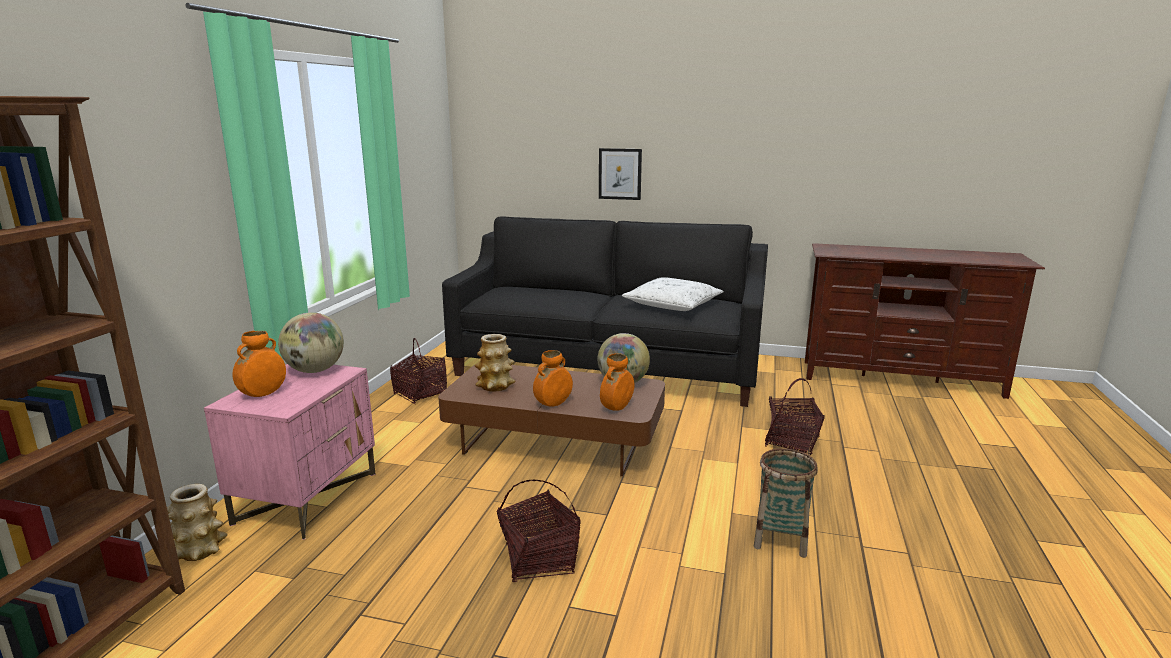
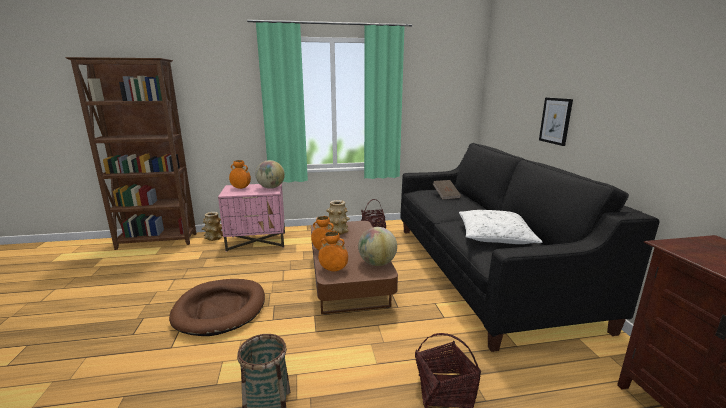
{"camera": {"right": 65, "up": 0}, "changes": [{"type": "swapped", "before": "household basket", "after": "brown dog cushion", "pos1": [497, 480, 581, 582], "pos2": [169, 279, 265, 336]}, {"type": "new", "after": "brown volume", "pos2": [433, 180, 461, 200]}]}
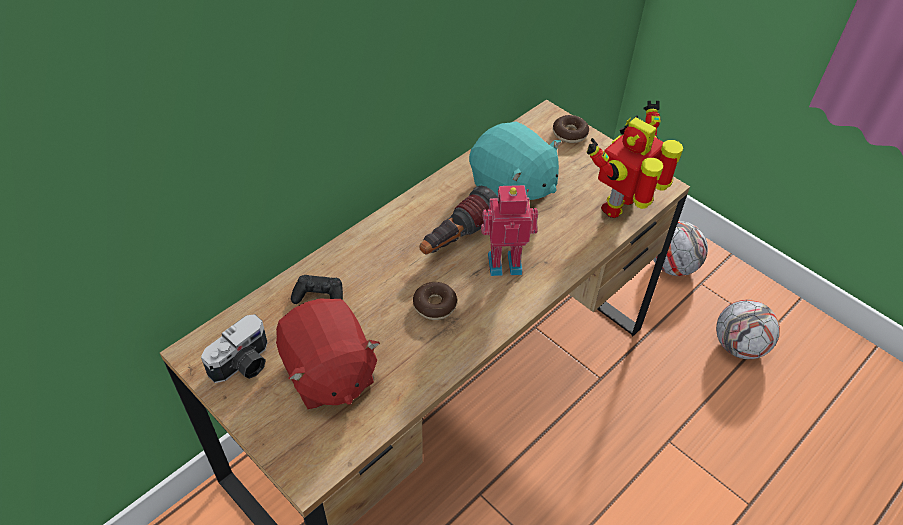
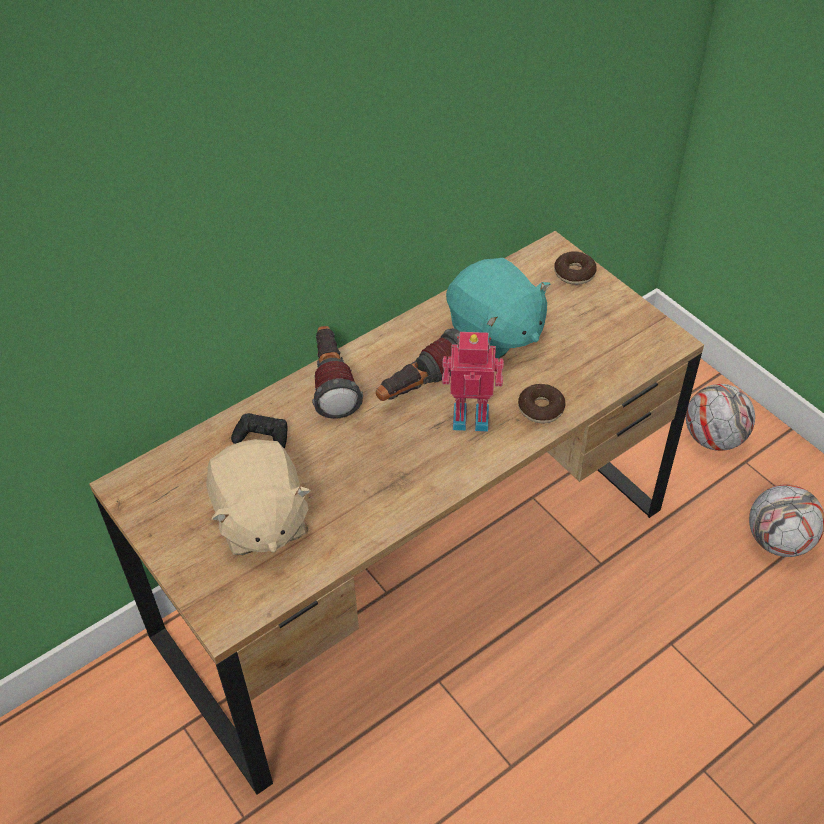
{"camera": {"right": 10, "up": 0}, "changes": [{"type": "repainted", "before": "red-coloured soft toy", "after": "beige soft toy", "pos1": [276, 298, 380, 409], "pos2": [206, 439, 311, 555]}, {"type": "new", "after": "torch", "pos2": [312, 326, 363, 419]}, {"type": "shifted", "before": "doughnut", "pos1": [413, 282, 457, 320], "pos2": [518, 384, 566, 423]}, {"type": "gone", "before": "photo camera", "pos1": [201, 314, 268, 383]}, {"type": "gone", "before": "model robot", "pos1": [586, 101, 683, 218]}]}
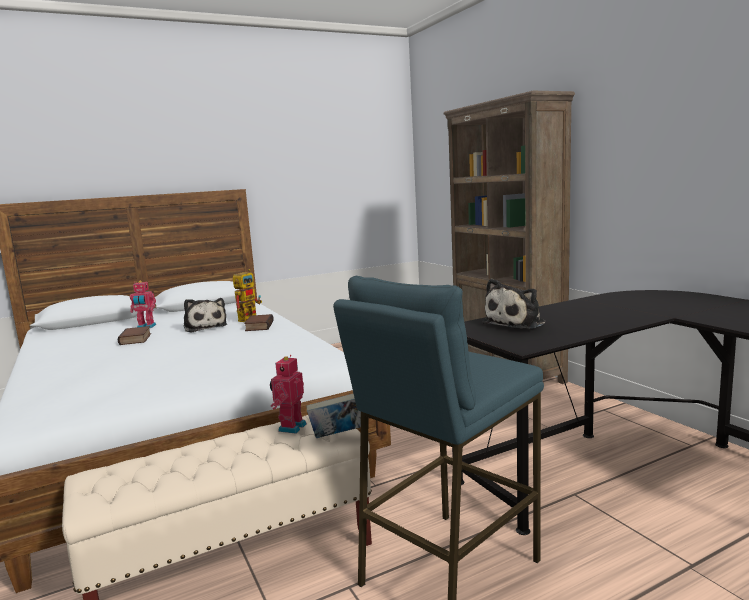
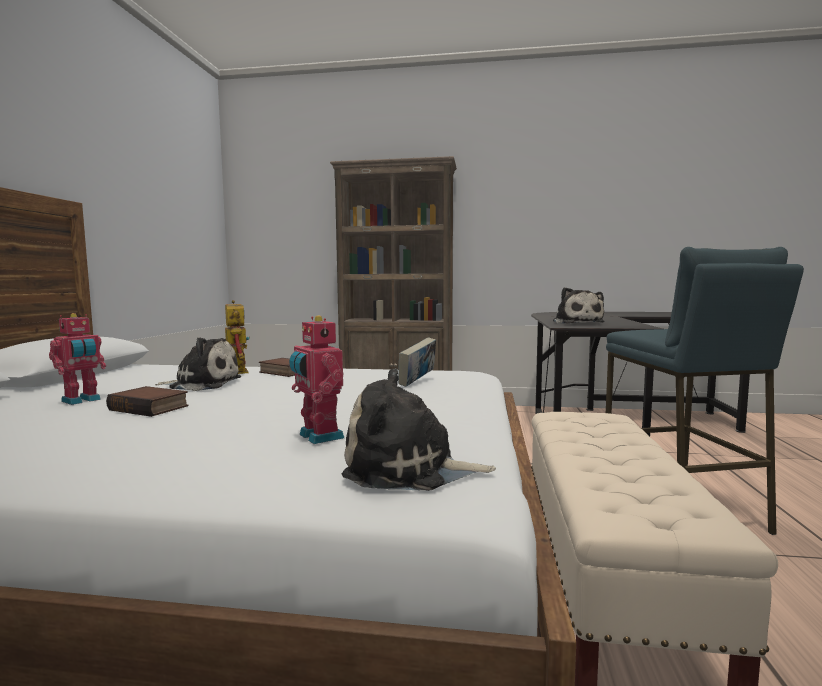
{"camera": {"right": -55, "up": -5}, "changes": [{"type": "shifted", "before": "model robot", "pos1": [270, 355, 307, 434], "pos2": [289, 315, 344, 444]}, {"type": "new", "after": "soft toy", "pos2": [342, 368, 496, 491]}, {"type": "shifted", "before": "volume", "pos1": [307, 393, 361, 438], "pos2": [398, 337, 436, 387]}]}
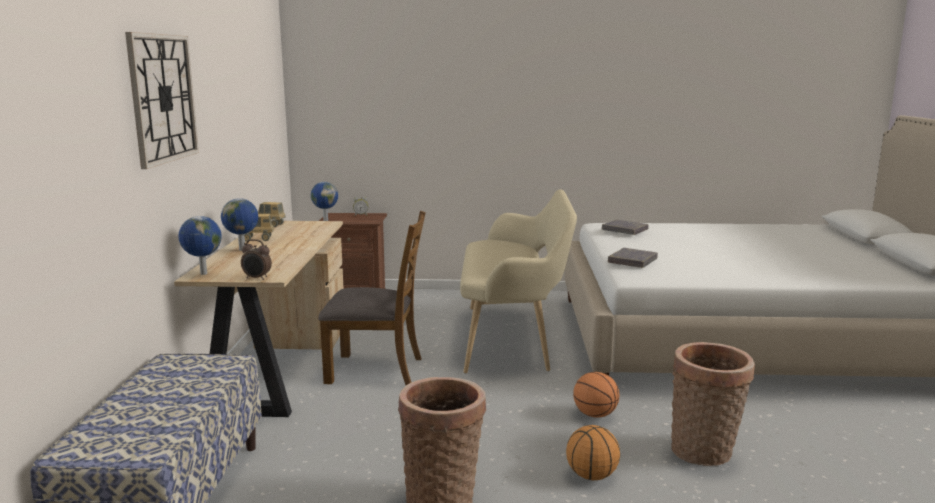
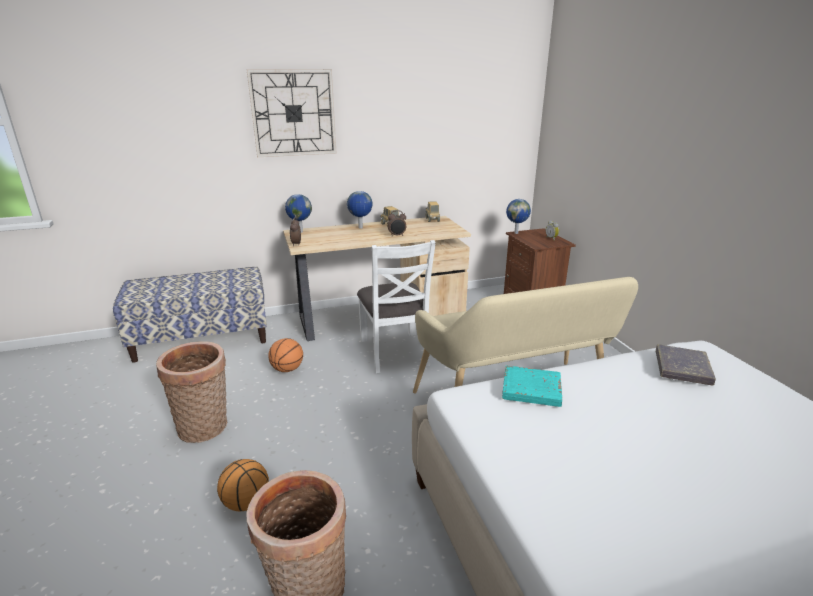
{"camera": {"right": 70, "up": 10}, "changes": [{"type": "shifted", "before": "ball for basketball", "pos1": [573, 372, 620, 418], "pos2": [268, 338, 303, 372]}, {"type": "repainted", "before": "brown upright chair", "after": "whitish upright chair", "pos1": [318, 211, 426, 385], "pos2": [357, 240, 436, 373]}, {"type": "new", "after": "table clock", "pos2": [387, 210, 406, 237]}, {"type": "repainted", "before": "gray volume", "after": "blue-green volume", "pos1": [608, 248, 658, 268], "pos2": [502, 366, 562, 407]}]}
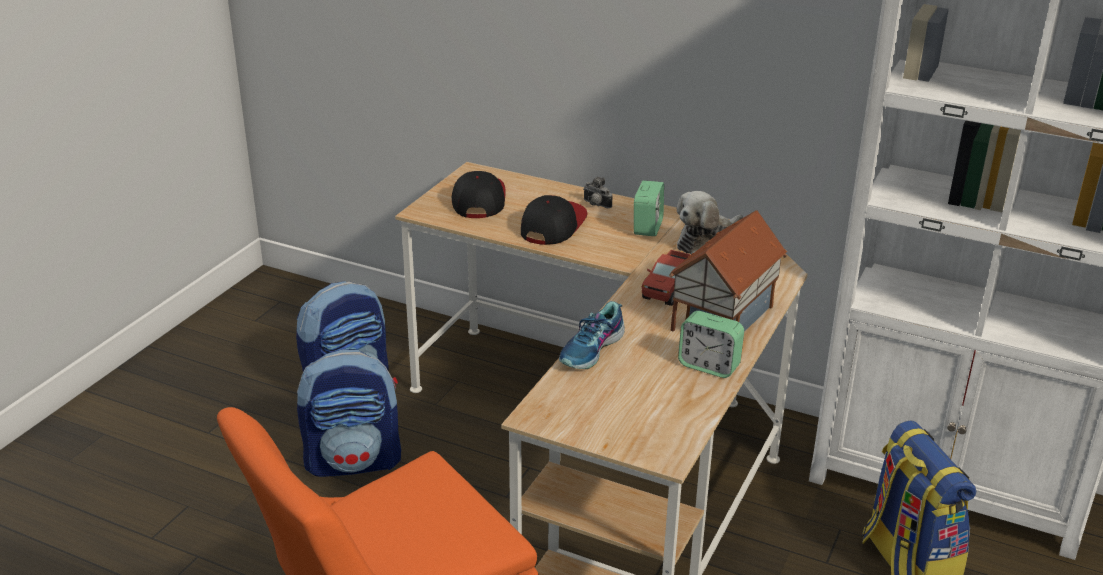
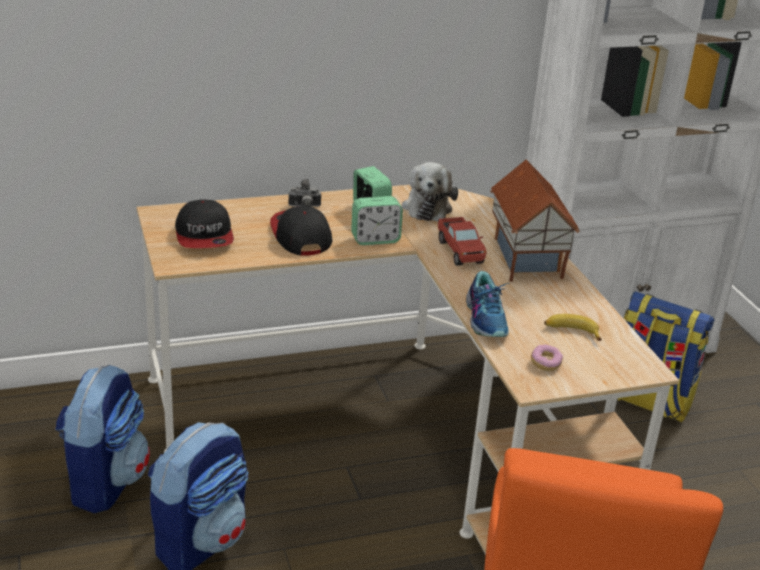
{"camera": {"right": -45, "up": 0}, "changes": [{"type": "rotated", "before": "cap", "pos1": [452, 171, 505, 218], "pos2": [175, 199, 234, 248], "turn": -150}, {"type": "shifted", "before": "table clock", "pos1": [678, 311, 744, 378], "pos2": [351, 196, 403, 245]}, {"type": "new", "after": "doughnut", "pos2": [531, 345, 563, 371]}, {"type": "new", "after": "banana", "pos2": [544, 314, 602, 341]}]}
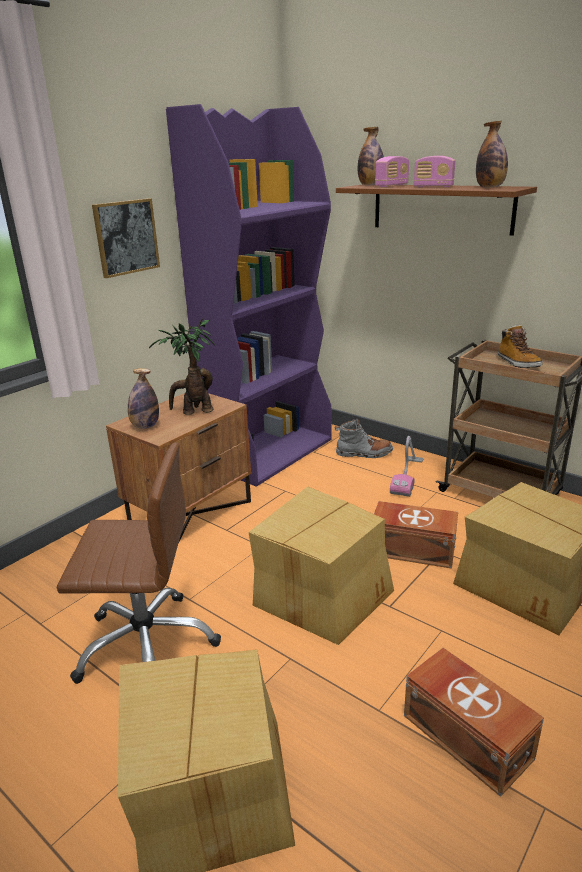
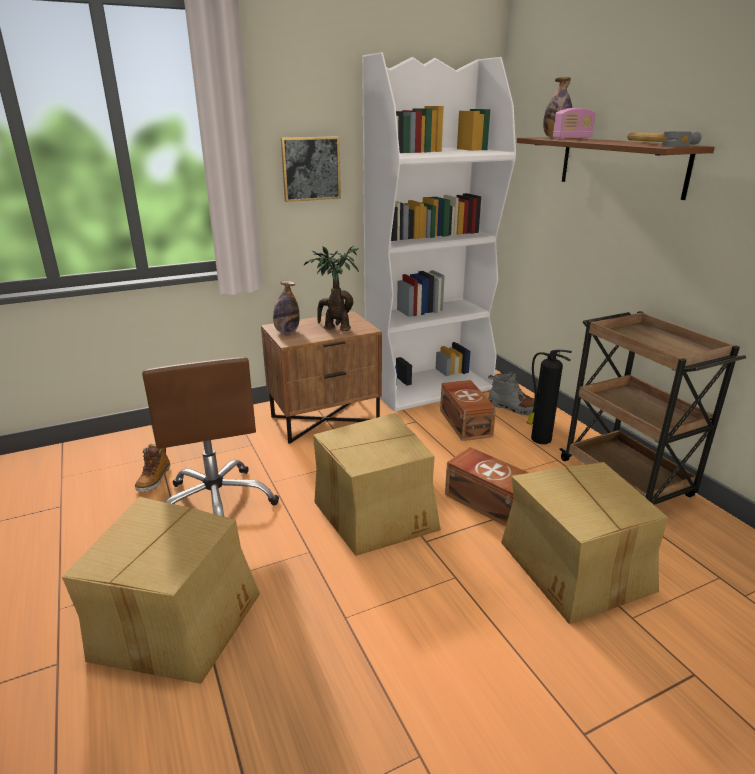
{"camera": {"right": 25, "up": 0}, "changes": [{"type": "shifted", "before": "tall boot", "pos1": [498, 325, 543, 368], "pos2": [135, 444, 170, 492]}, {"type": "rotated", "before": "brown office chair", "pos1": [57, 442, 221, 684], "pos2": [142, 357, 279, 516], "turn": 45}, {"type": "repainted", "before": "purple-coloured bookshelf", "after": "whitish bookshelf", "pos1": [166, 104, 331, 487], "pos2": [362, 52, 516, 412]}, {"type": "shifted", "before": "brown storage container", "pos1": [404, 648, 544, 797], "pos2": [440, 380, 496, 441]}, {"type": "swapped", "before": "hoover", "after": "extinguisher", "pos1": [390, 436, 424, 497], "pos2": [527, 349, 572, 444]}, {"type": "swapped", "before": "drink bottle", "after": "hand hammer", "pos1": [476, 121, 508, 188], "pos2": [627, 131, 702, 147]}, {"type": "gone", "before": "radio receiver", "pos1": [414, 156, 455, 187]}]}
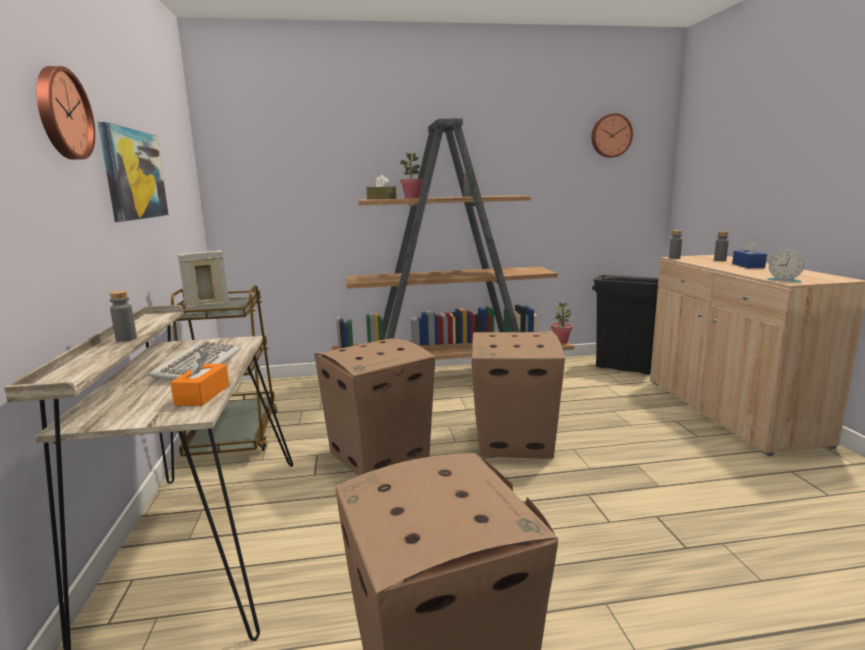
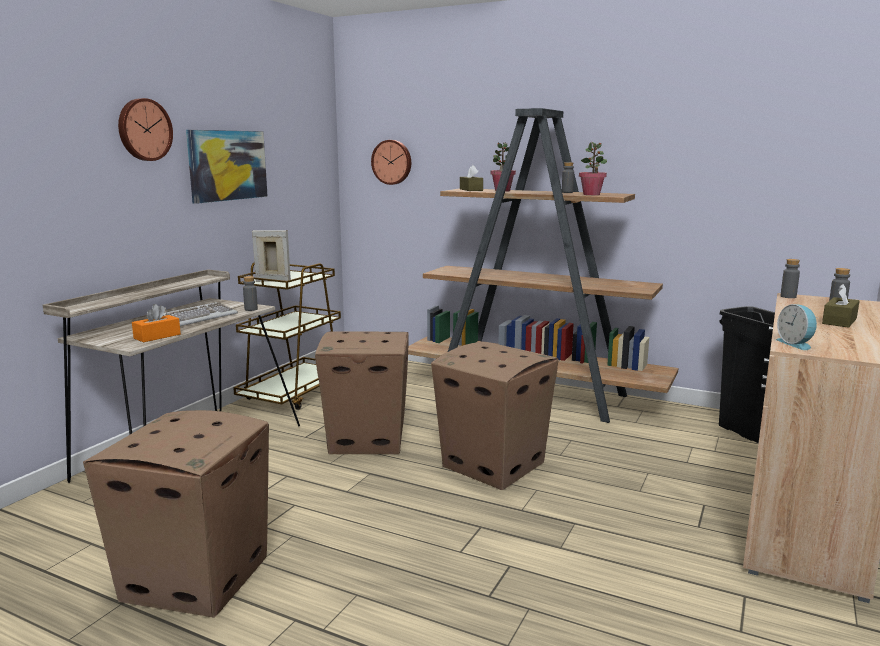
{"camera": {"right": 35, "up": 0}, "changes": [{"type": "shifted", "before": "gray drink bottle", "pos1": [109, 291, 137, 342], "pos2": [243, 276, 258, 311]}, {"type": "shifted", "before": "hanging clock", "pos1": [591, 113, 633, 158], "pos2": [371, 140, 411, 185]}, {"type": "shifted", "before": "houseplant", "pos1": [551, 303, 573, 344], "pos2": [579, 142, 607, 195]}, {"type": "repainted", "before": "bluish tissue box", "after": "brown tissue box", "pos1": [732, 239, 767, 268], "pos2": [822, 284, 859, 328]}]}
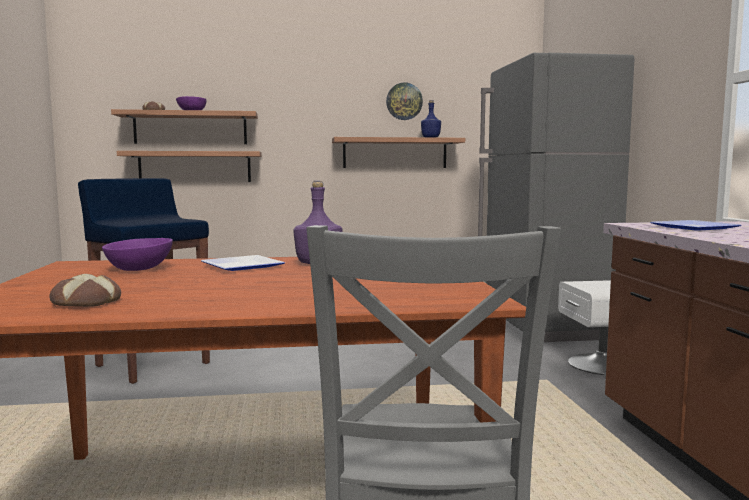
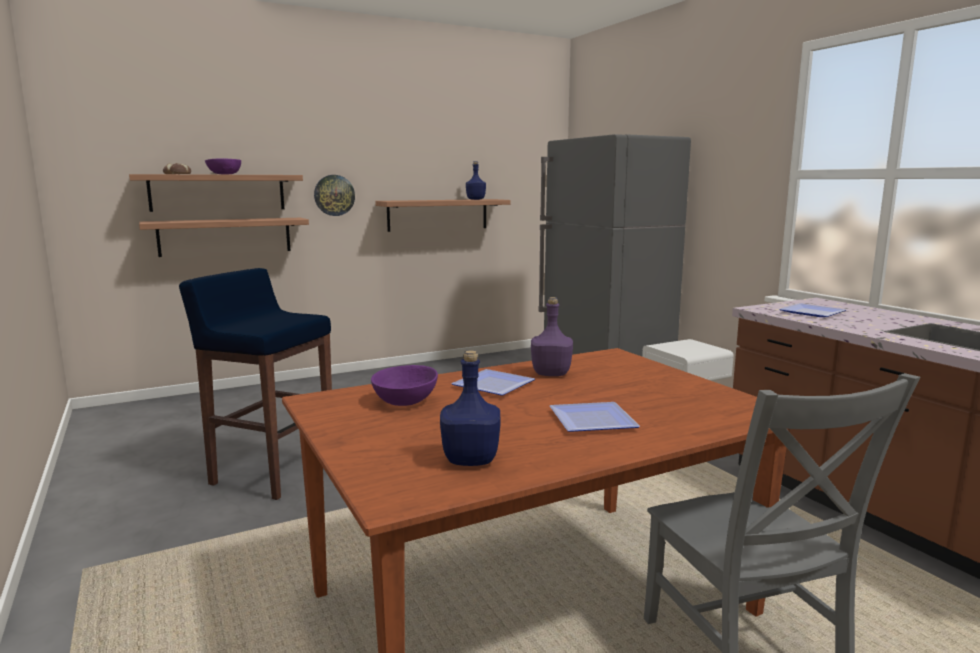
{"camera": {"right": -20, "up": 5}, "changes": [{"type": "shifted", "before": "hanging clock", "pos1": [386, 82, 423, 120], "pos2": [314, 175, 355, 216]}, {"type": "swapped", "before": "bakery bread", "after": "bluish drink bottle", "pos1": [49, 274, 121, 307], "pos2": [440, 350, 501, 466]}, {"type": "new", "after": "plate", "pos2": [550, 402, 640, 432]}]}
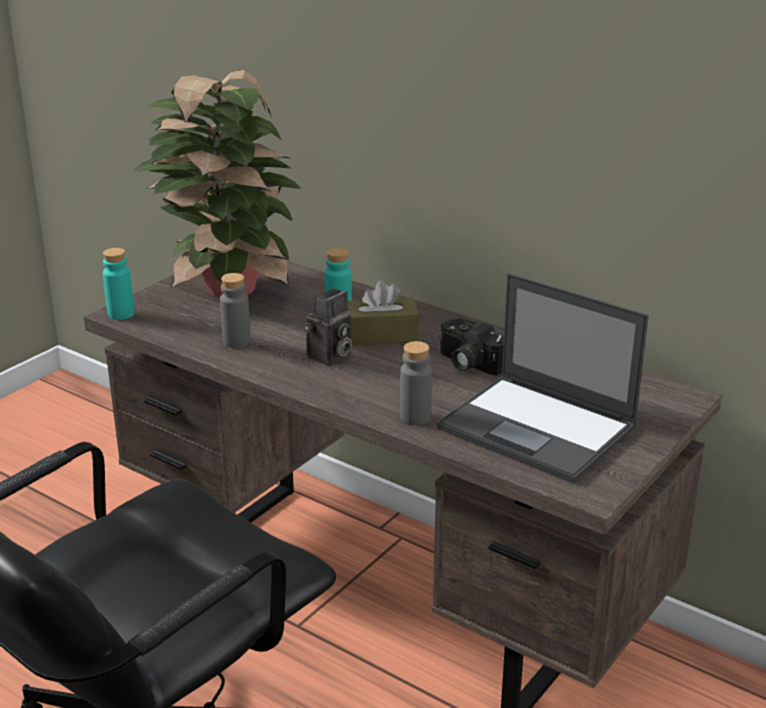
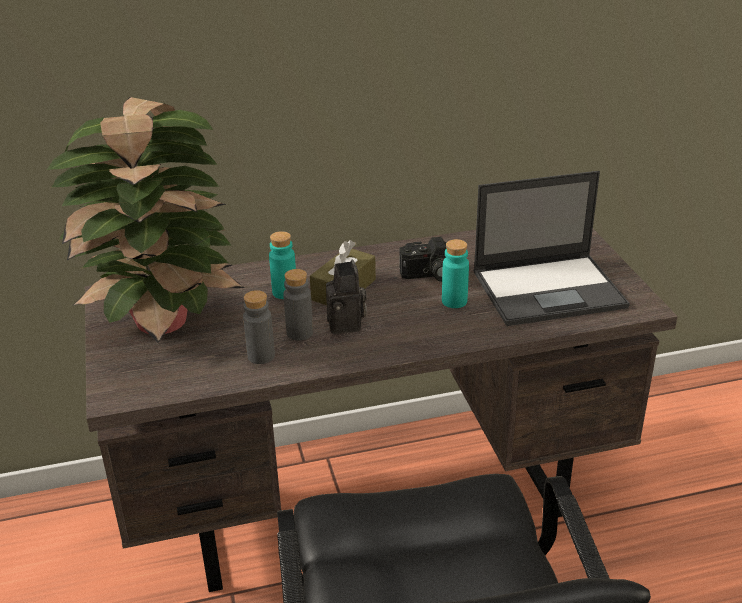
{"camera": {"right": -50, "up": 5}, "changes": [{"type": "shifted", "before": "gray drink bottle", "pos1": [400, 341, 432, 425], "pos2": [283, 269, 313, 341]}, {"type": "shifted", "before": "blue-green drink bottle", "pos1": [103, 248, 135, 320], "pos2": [442, 239, 469, 308]}]}
